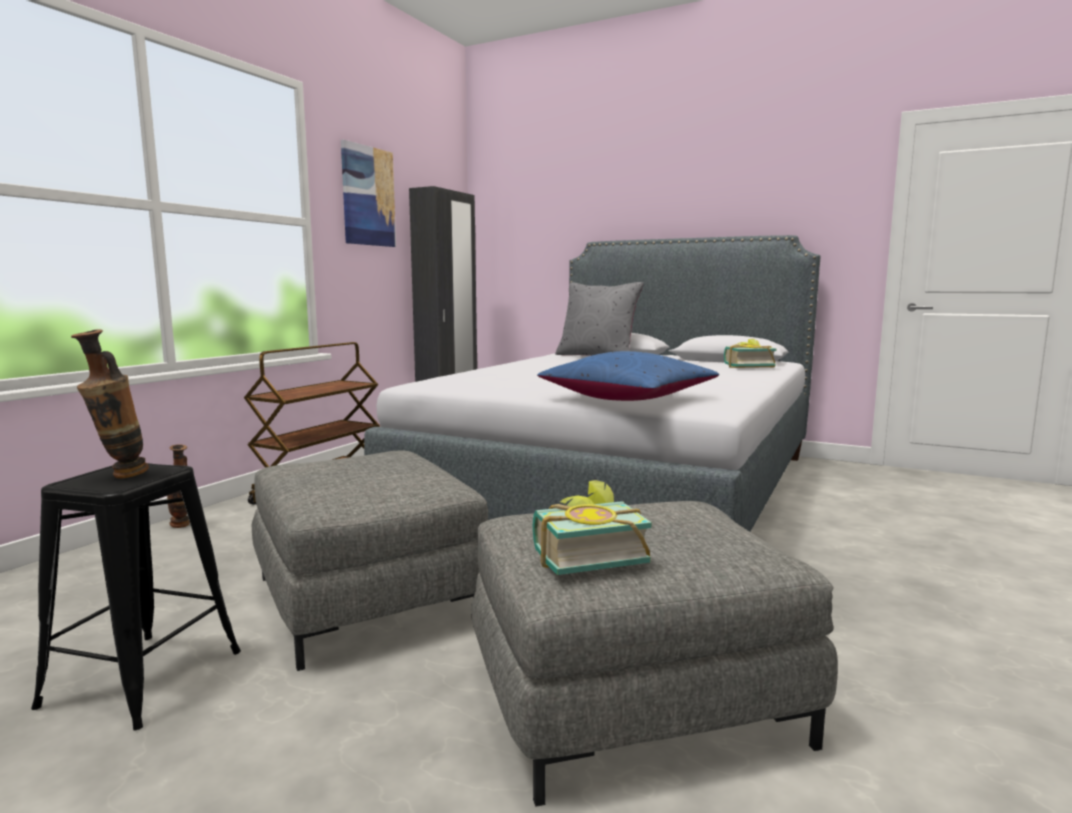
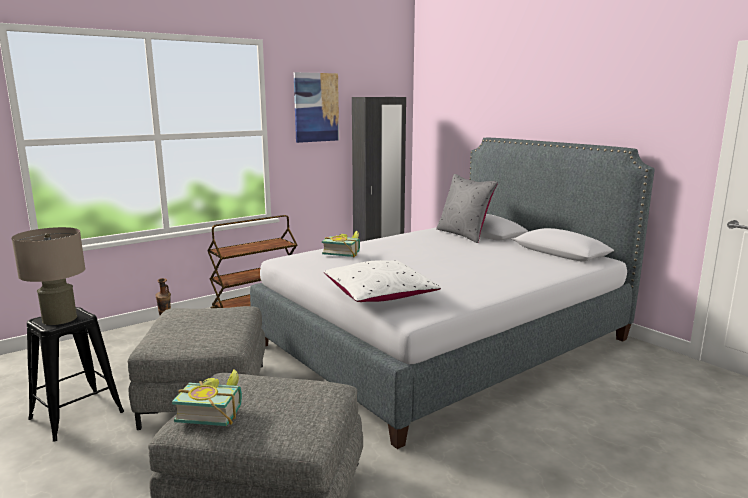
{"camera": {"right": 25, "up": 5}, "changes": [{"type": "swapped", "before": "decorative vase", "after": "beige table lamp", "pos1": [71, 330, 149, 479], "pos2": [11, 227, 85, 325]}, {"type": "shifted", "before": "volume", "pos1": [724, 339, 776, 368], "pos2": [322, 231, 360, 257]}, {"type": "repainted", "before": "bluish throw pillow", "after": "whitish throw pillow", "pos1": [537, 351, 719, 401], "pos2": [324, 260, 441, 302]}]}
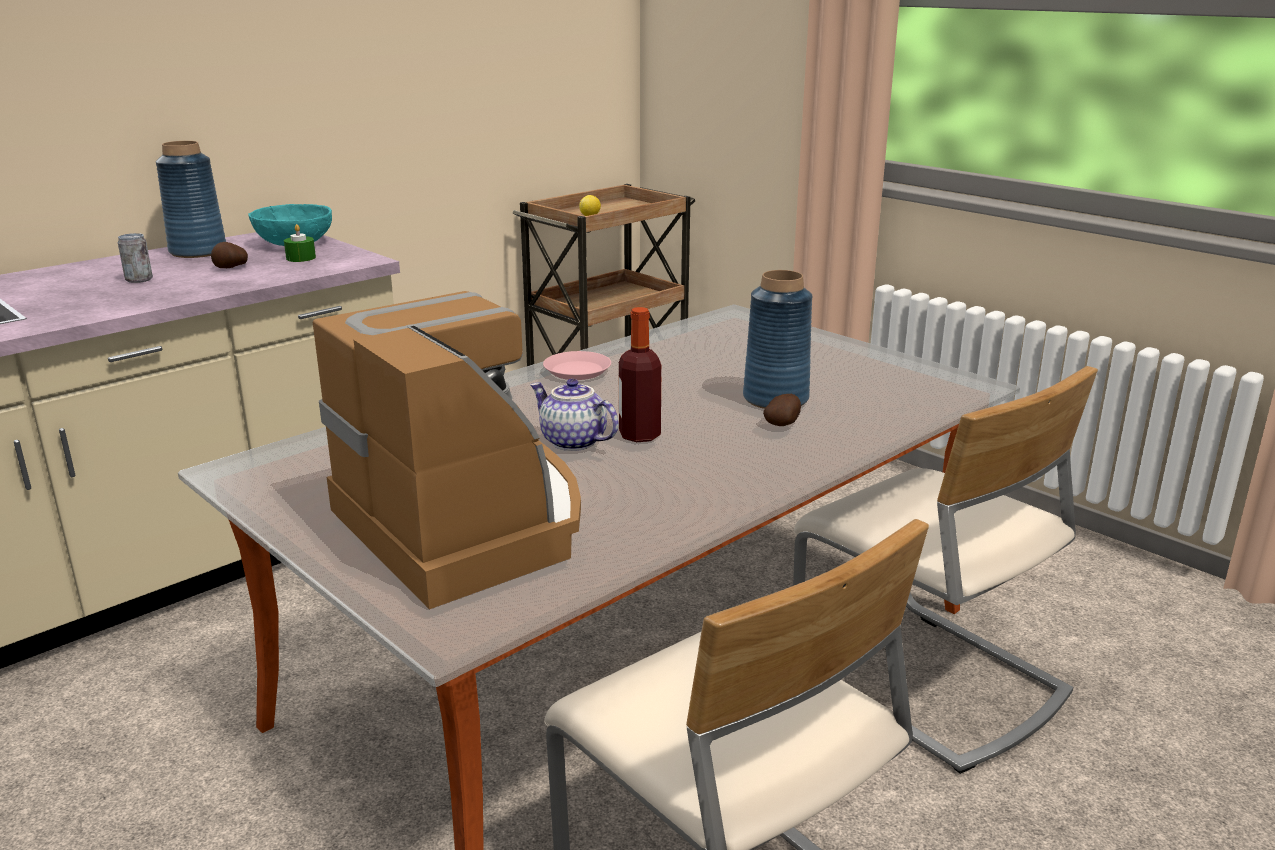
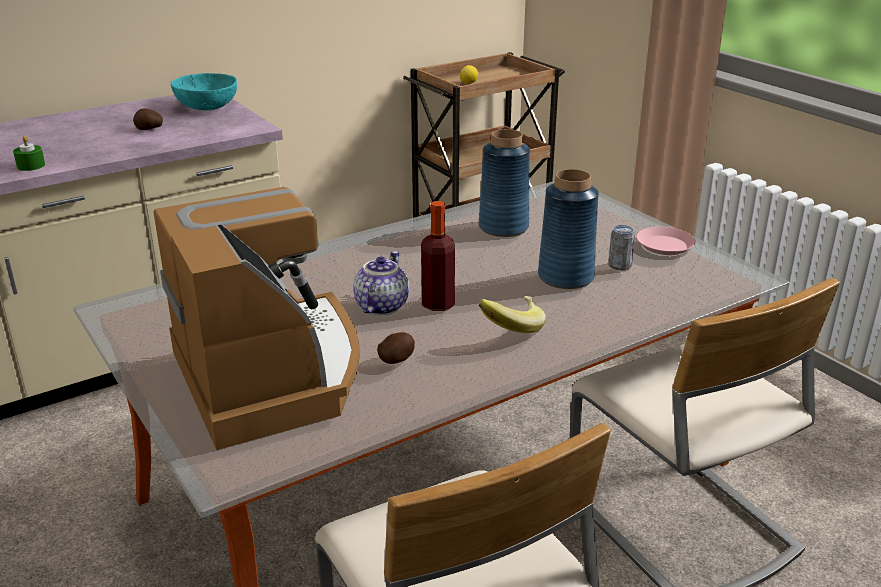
{"camera": {"right": 10, "up": 5}, "changes": [{"type": "shifted", "before": "green candle", "pos1": [284, 224, 316, 262], "pos2": [13, 136, 45, 171]}, {"type": "rotated", "before": "pot for tea", "pos1": [530, 379, 618, 451], "pos2": [353, 251, 409, 315], "turn": 60}, {"type": "shifted", "before": "spud", "pos1": [763, 394, 801, 426], "pos2": [377, 332, 415, 364]}, {"type": "shifted", "before": "bluish decorative vase", "pos1": [156, 141, 226, 258], "pos2": [479, 129, 530, 237]}, {"type": "new", "after": "banana", "pos2": [479, 296, 546, 333]}, {"type": "shifted", "before": "sealed can", "pos1": [118, 233, 153, 283], "pos2": [608, 225, 635, 271]}, {"type": "shifted", "before": "pink-coloured plate", "pos1": [543, 351, 611, 380], "pos2": [636, 227, 696, 255]}]}
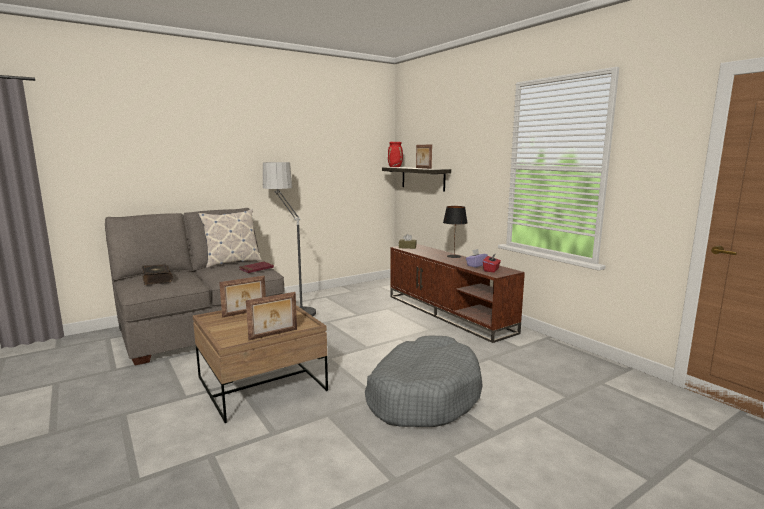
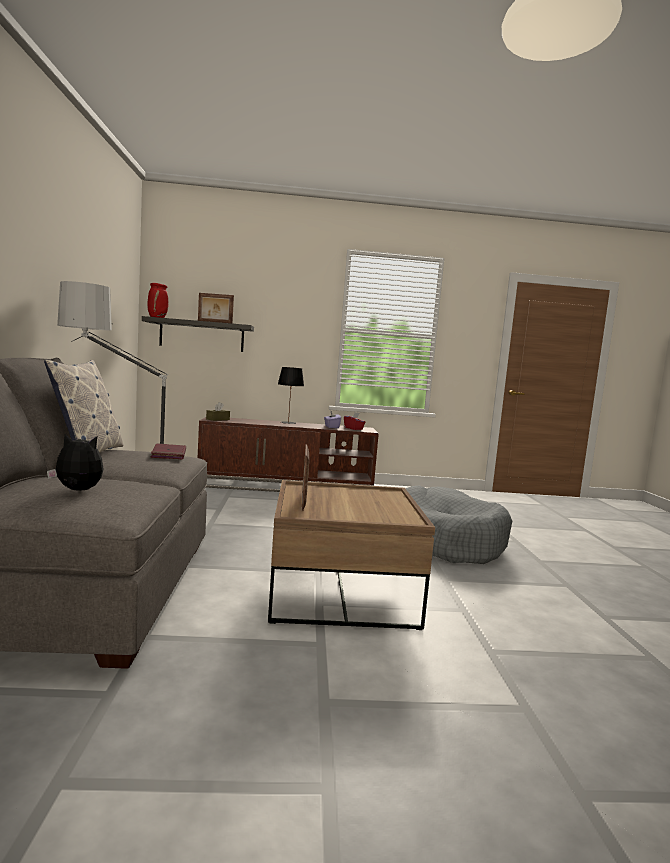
{"camera": {"right": -60, "up": -5}, "changes": [{"type": "swapped", "before": "volume", "after": "soft toy", "pos1": [142, 264, 173, 285], "pos2": [47, 434, 103, 490]}, {"type": "gone", "before": "picture frame", "pos1": [246, 292, 297, 340]}]}
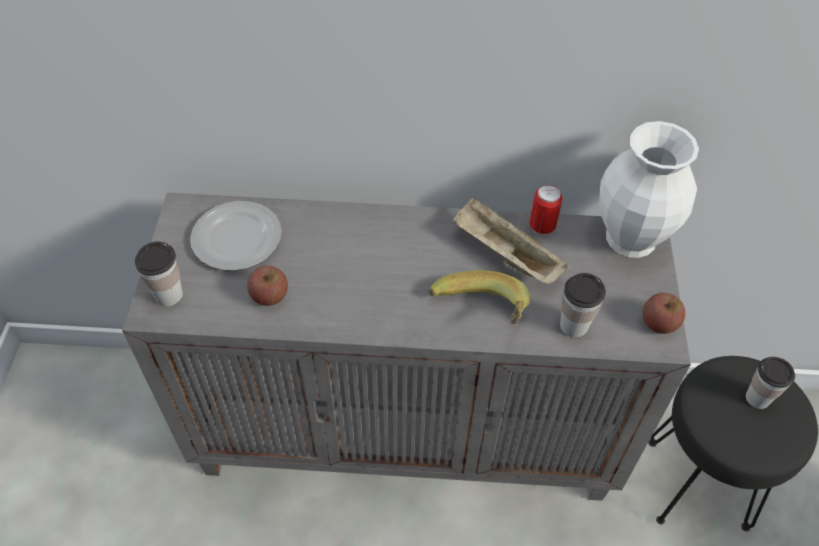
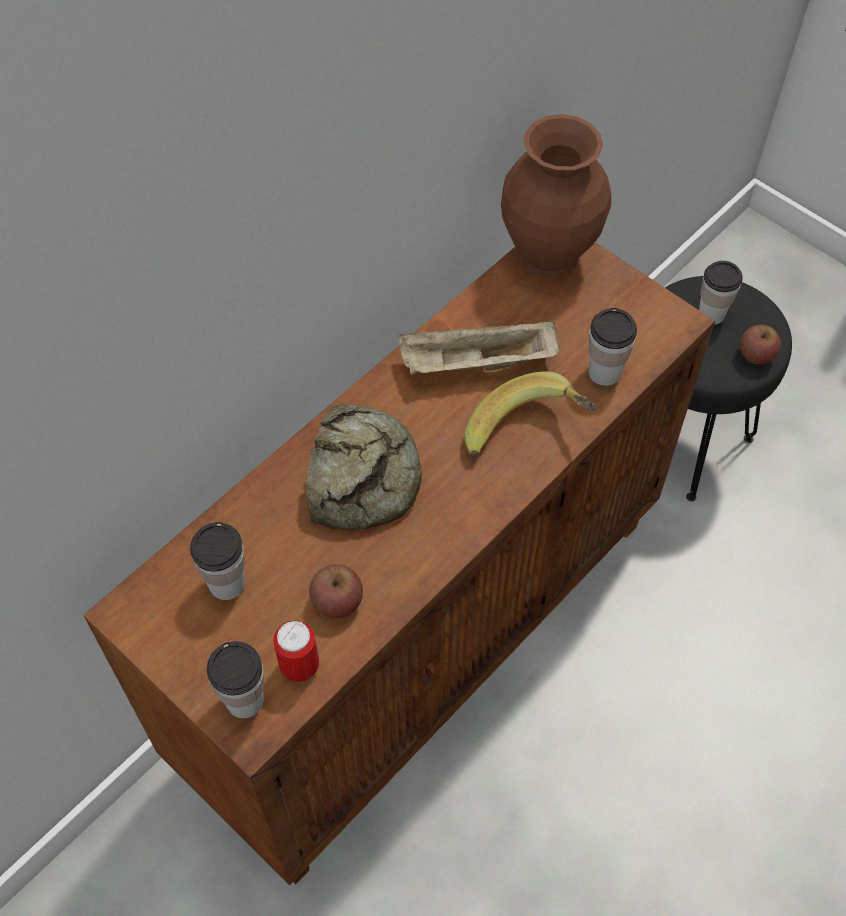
{"camera": {"right": -50, "up": 5}, "changes": [{"type": "repainted", "before": "gray cabinet", "after": "brown cabinet", "pos1": [122, 193, 691, 501], "pos2": [83, 242, 715, 885]}, {"type": "swapped", "before": "plate", "after": "small cup", "pos1": [190, 201, 282, 271], "pos2": [190, 522, 245, 600]}, {"type": "shifted", "before": "sealed can", "pos1": [529, 185, 563, 236], "pos2": [273, 621, 319, 682]}, {"type": "new", "after": "bakery bread", "pos2": [306, 404, 422, 530]}, {"type": "repainted", "before": "whitish decorative vase", "after": "brown decorative vase", "pos1": [599, 121, 699, 258], "pos2": [501, 114, 611, 279]}, {"type": "shifted", "before": "apple", "pos1": [643, 293, 685, 334], "pos2": [740, 325, 781, 365]}]}
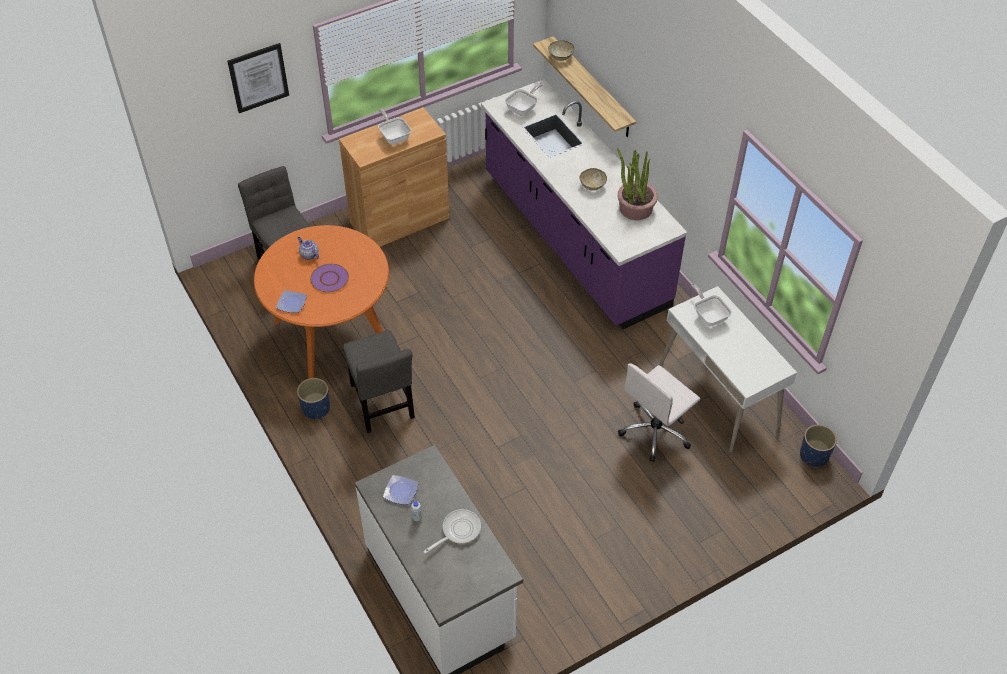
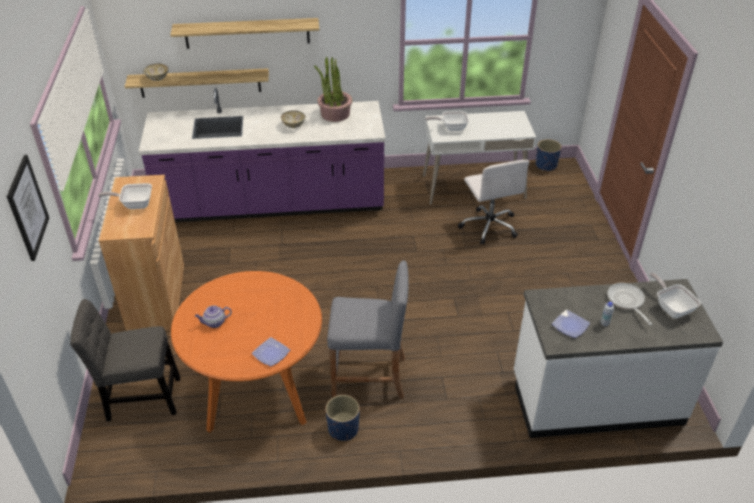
{"camera": {"right": -65, "up": -10}, "changes": [{"type": "new", "after": "bracket shelf", "pos2": [170, 18, 319, 49]}, {"type": "swapped", "before": "gray upright chair", "after": "gray stool", "pos1": [343, 330, 415, 433], "pos2": [327, 260, 409, 399]}, {"type": "shifted", "before": "pan", "pos1": [505, 83, 543, 116], "pos2": [649, 273, 701, 318]}, {"type": "gone", "before": "purple-coloured plate", "pos1": [310, 264, 349, 292]}]}
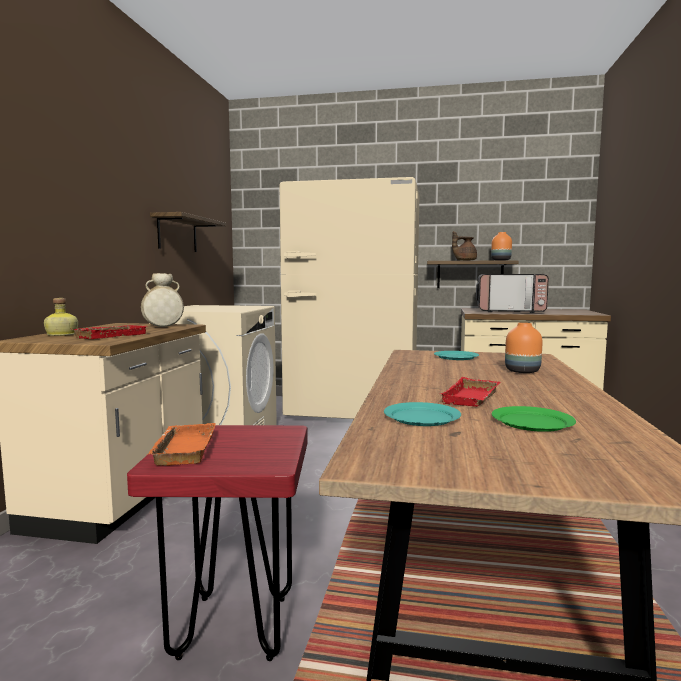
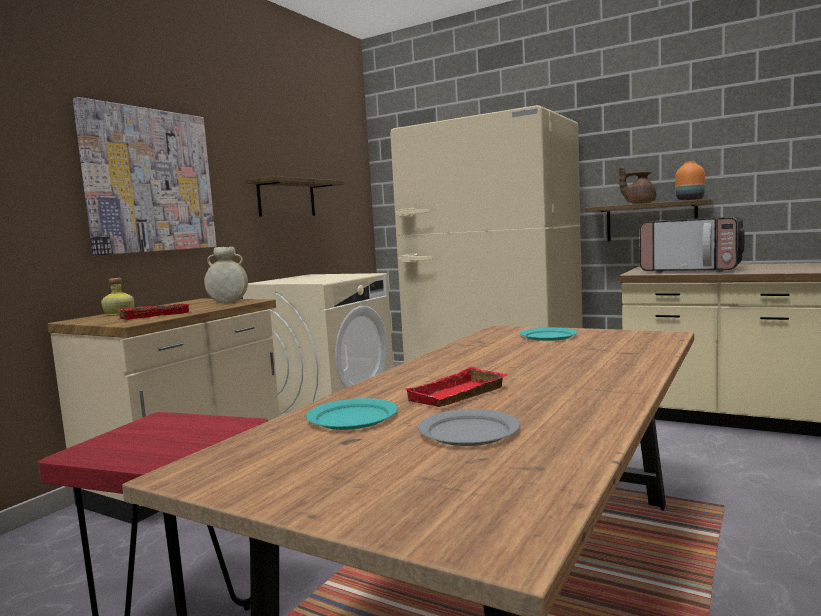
{"camera": {"right": 20, "up": 0}, "changes": [{"type": "new", "after": "wall picture", "pos2": [73, 97, 216, 255]}, {"type": "repainted", "before": "green plate", "after": "gray plate", "pos1": [492, 406, 576, 432], "pos2": [418, 409, 520, 446]}, {"type": "gone", "before": "orange-coloured serving tray", "pos1": [148, 423, 216, 466]}, {"type": "gone", "before": "orange-coloured decorative vase", "pos1": [505, 323, 543, 373]}]}
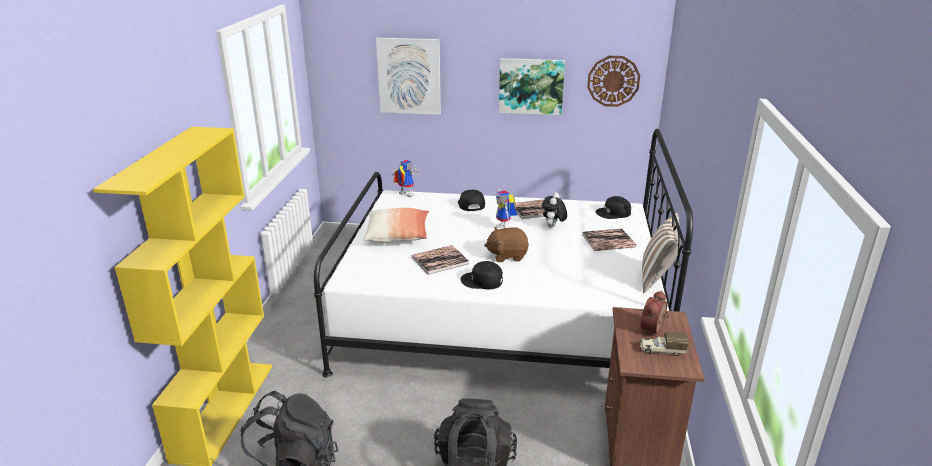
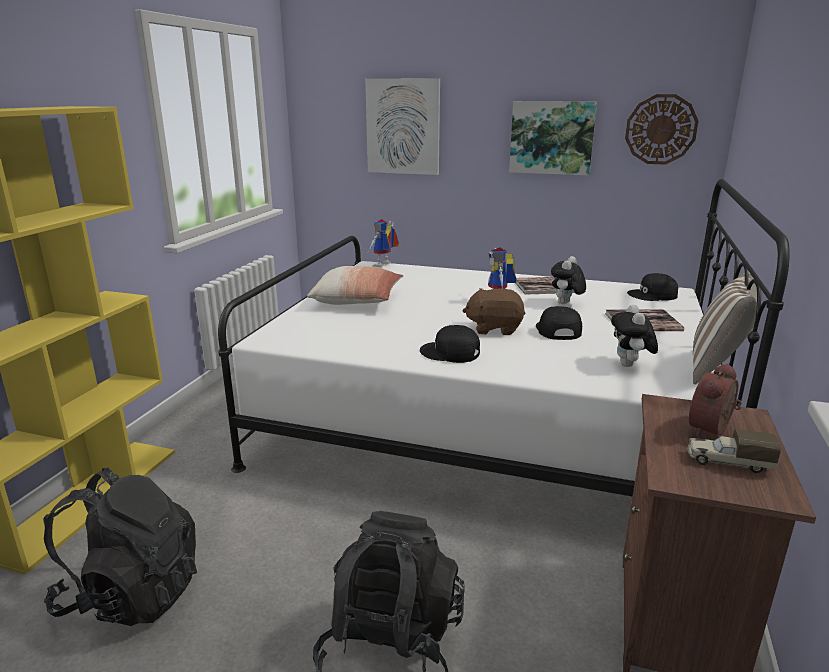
{"camera": {"right": 10, "up": -5}, "changes": [{"type": "rotated", "before": "model robot", "pos1": [392, 160, 419, 197], "pos2": [368, 219, 399, 267], "turn": -105}, {"type": "shifted", "before": "blackish cap", "pos1": [458, 190, 485, 211], "pos2": [536, 306, 582, 340]}, {"type": "new", "after": "soft toy", "pos2": [611, 305, 658, 367]}, {"type": "gone", "before": "volume", "pos1": [412, 245, 469, 275]}]}
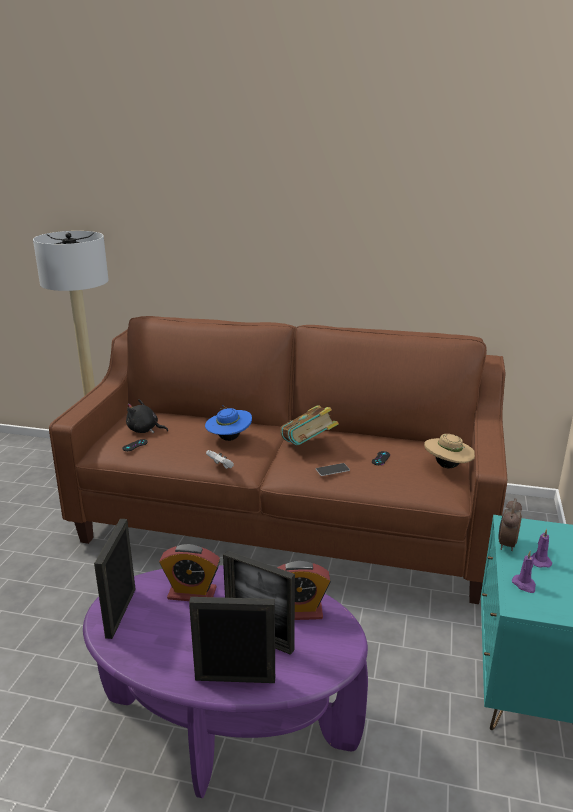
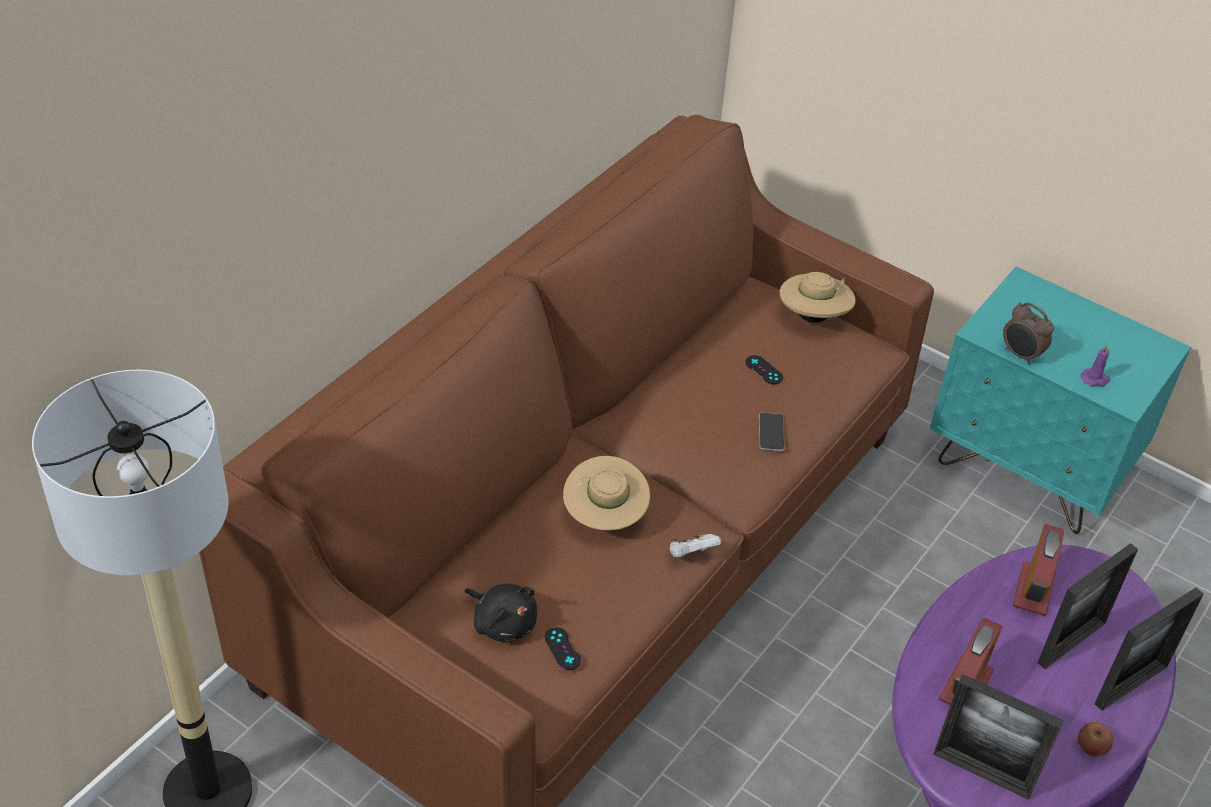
{"camera": {"right": -70, "up": 20}, "changes": [{"type": "rotated", "before": "blackish soft toy", "pos1": [126, 399, 168, 433], "pos2": [464, 584, 537, 643], "turn": -90}, {"type": "repainted", "before": "bluish hat", "after": "beige hat", "pos1": [205, 405, 252, 441], "pos2": [563, 456, 650, 530]}, {"type": "new", "after": "apple", "pos2": [1078, 722, 1113, 756]}, {"type": "rotated", "before": "picture frame", "pos1": [189, 597, 275, 683], "pos2": [1094, 587, 1204, 711], "turn": -150}, {"type": "gone", "before": "volume", "pos1": [280, 405, 339, 445]}, {"type": "gone", "before": "purple-coloured candle", "pos1": [531, 529, 552, 568]}]}
